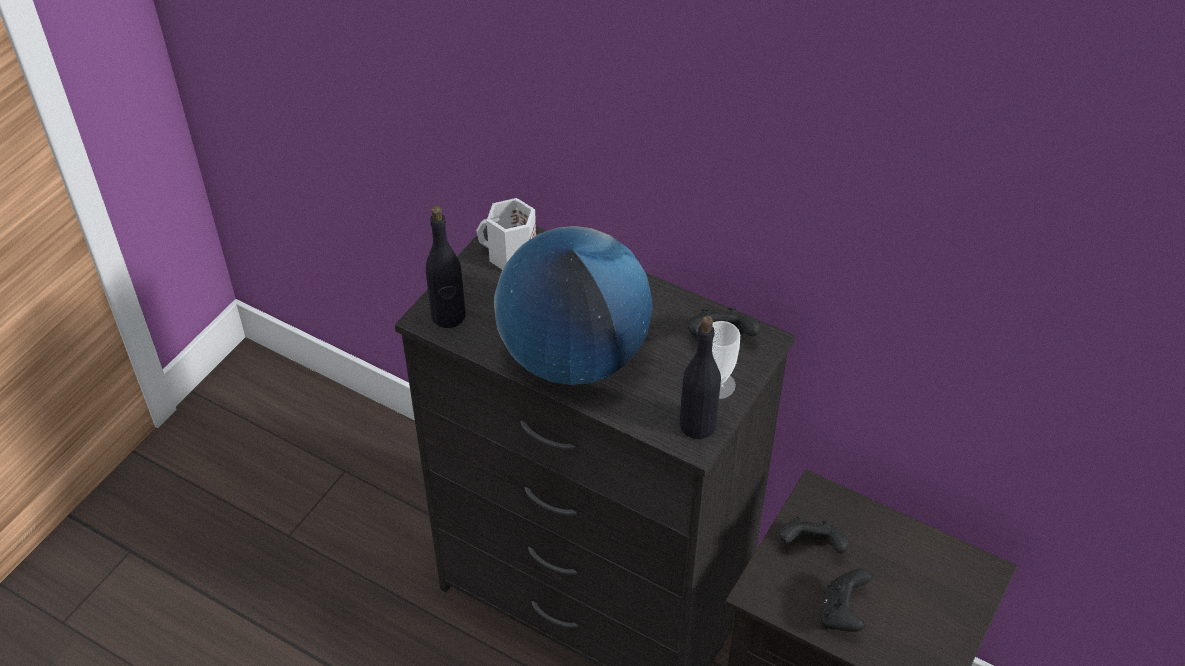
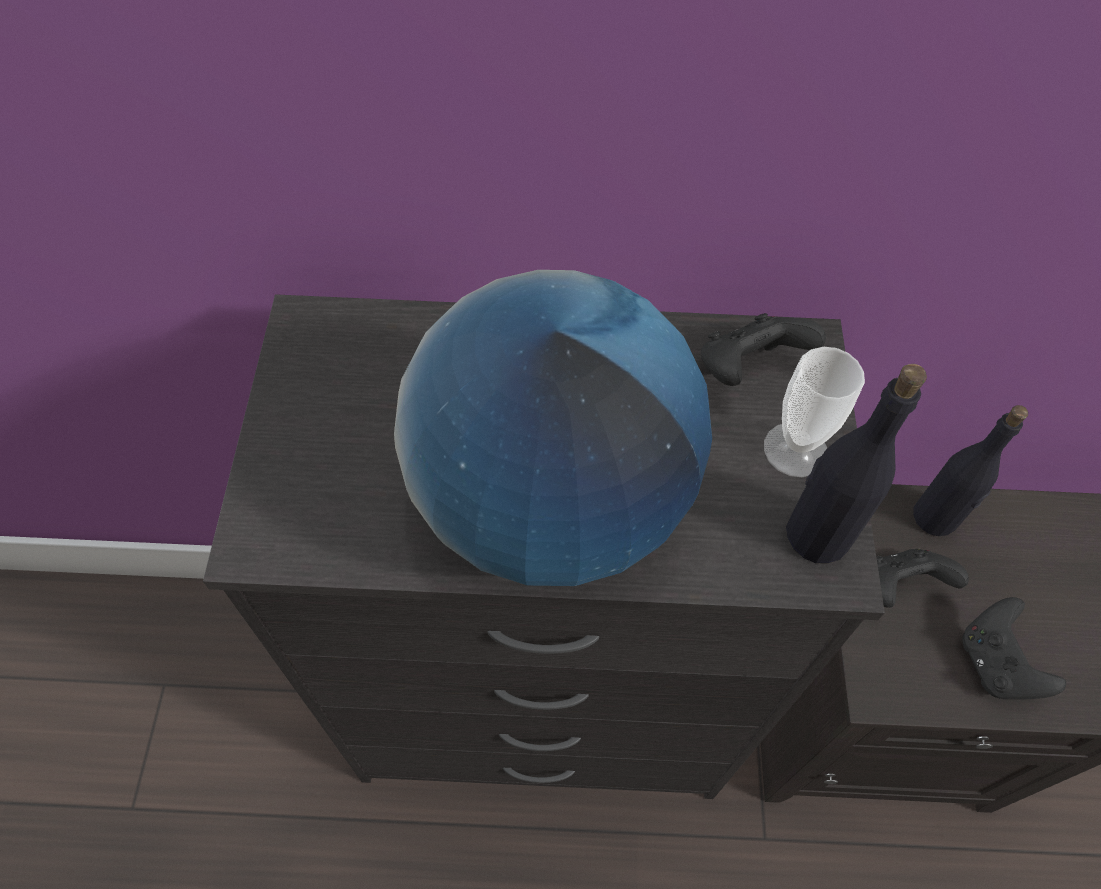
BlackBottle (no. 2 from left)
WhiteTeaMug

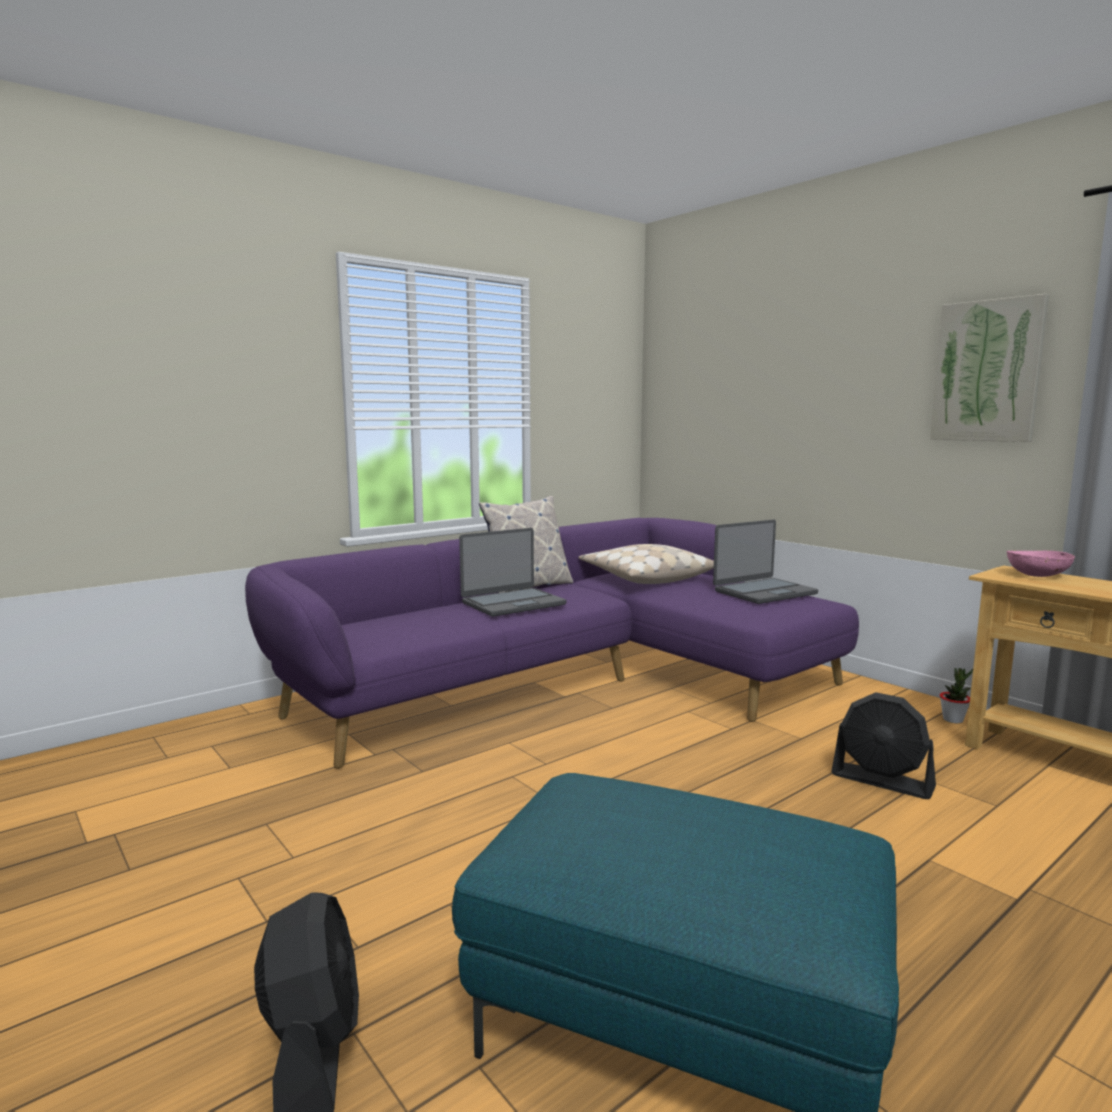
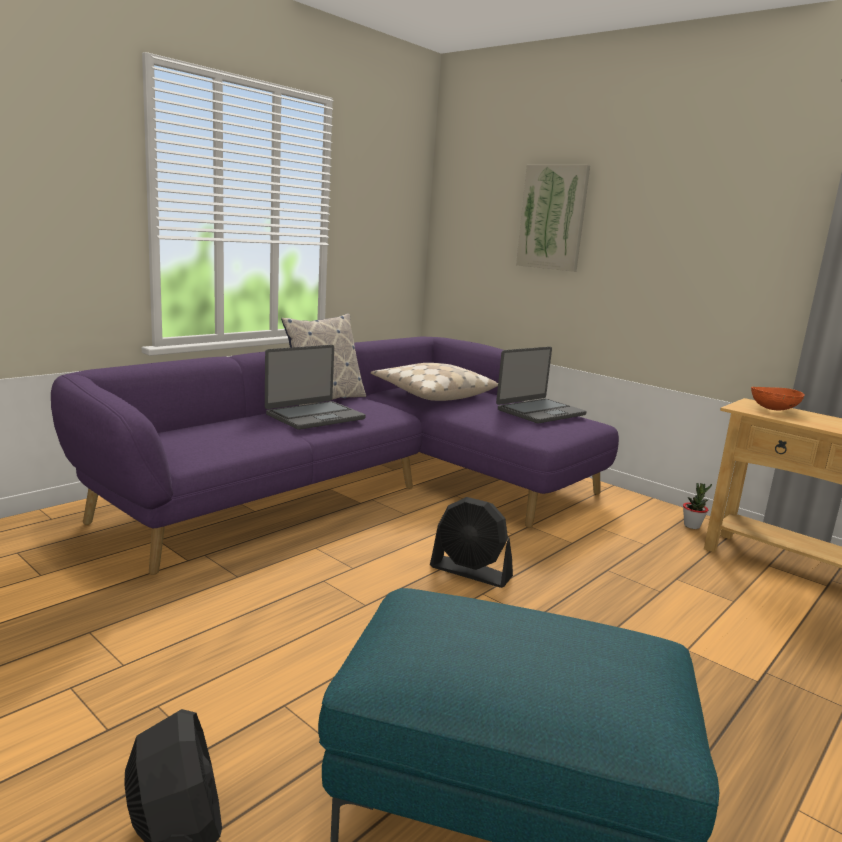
BlackCoolingFan (no. 2 from left)
WallPicture
OrangeColouredServingBowl

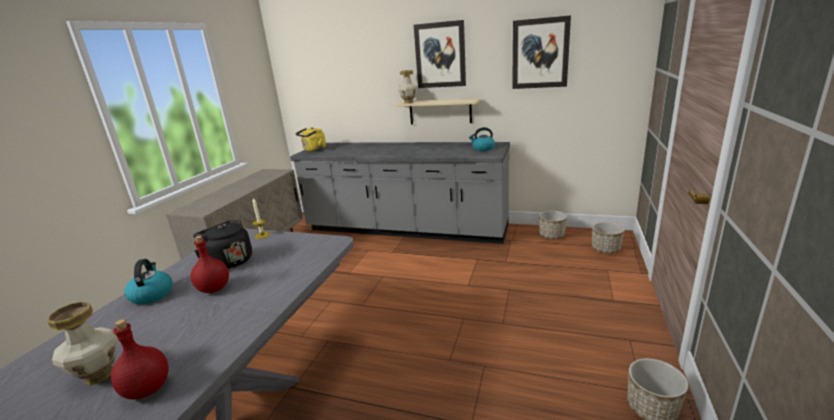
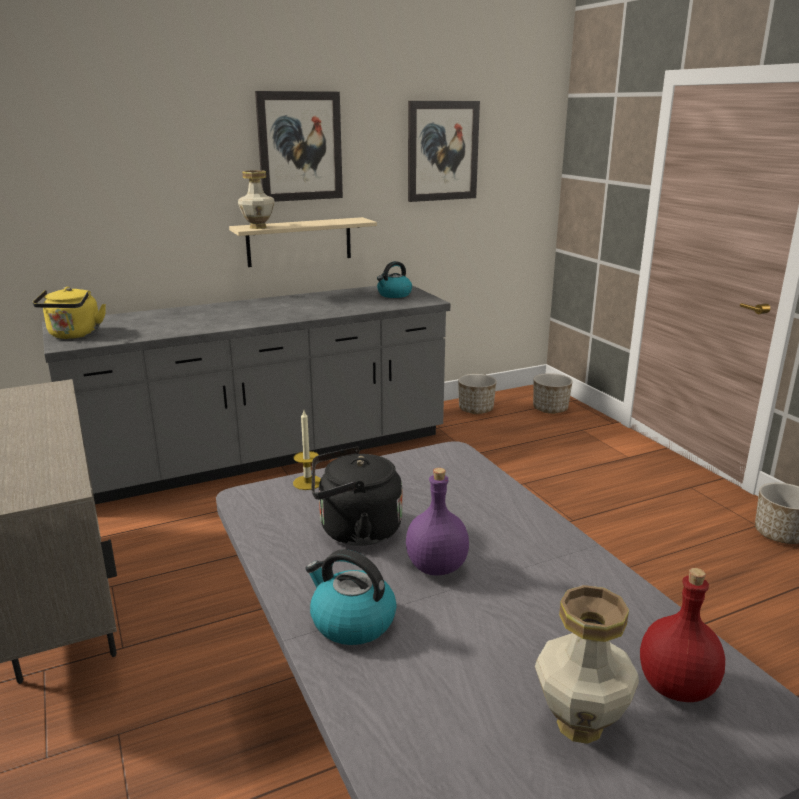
PurpleColouredBottle

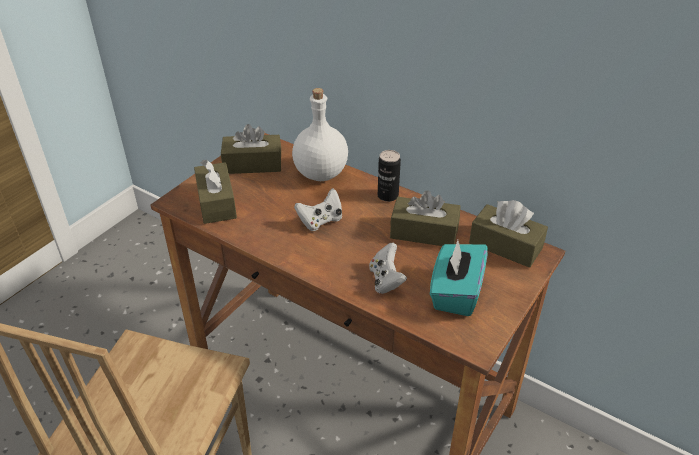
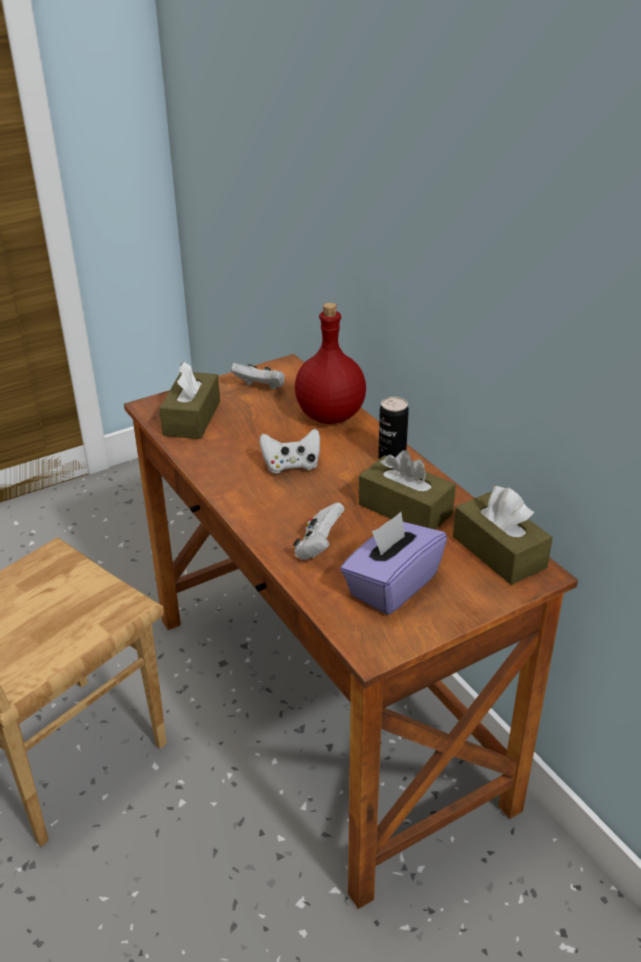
WhiteGamepad (no. 1 from left)
RedBottle
PurpleColouredTissueHolder

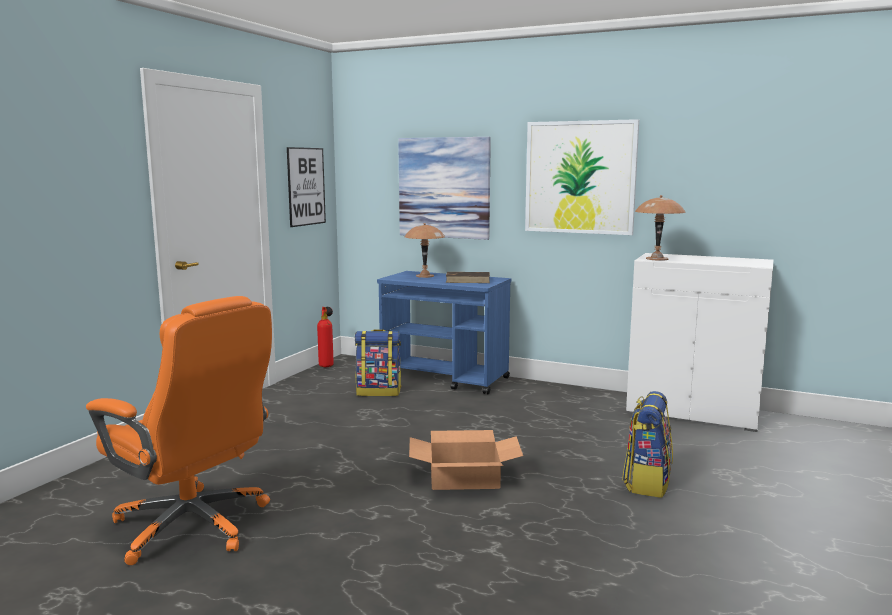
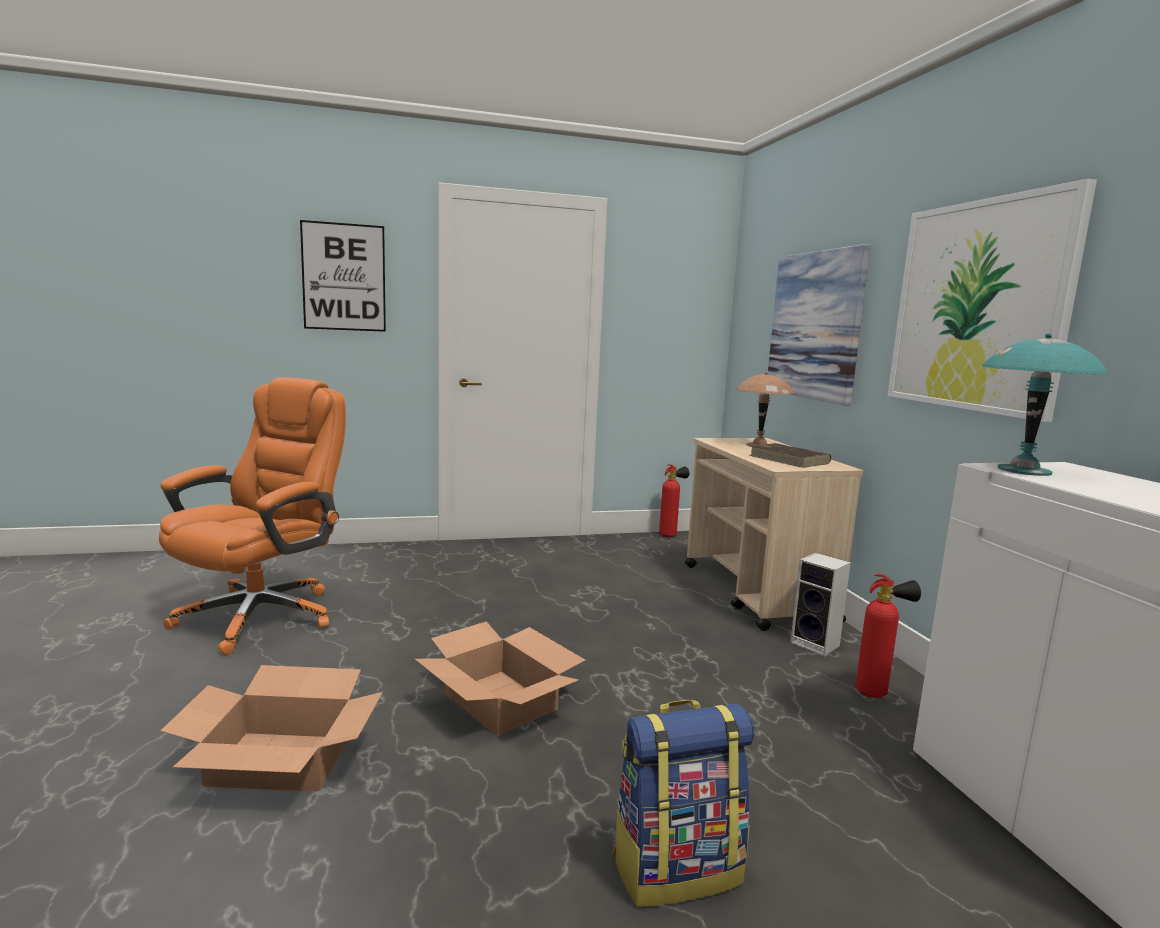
OrangeColouredOfficeChair
Carton (no. 1 from left)
WallPicture (no. 1 from left)
SandColouredTrolley
Speaker
FireExtinguisher (no. 2 from left)
TurquoiseColouredLampForATable
Backpack (no. 1 from left in the first image)

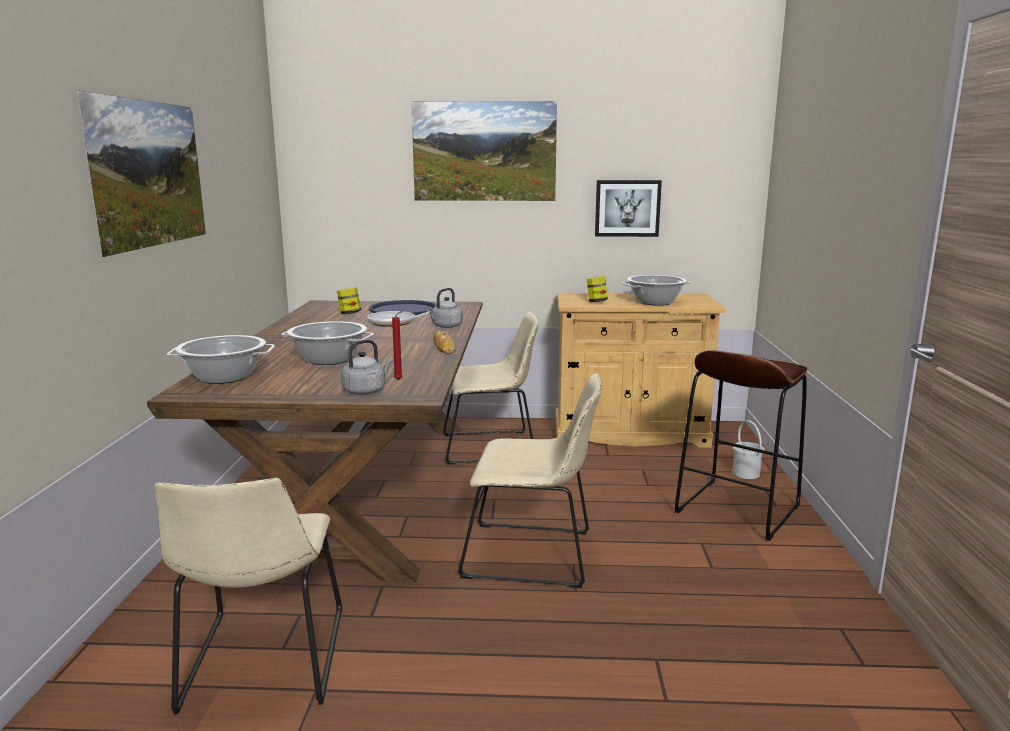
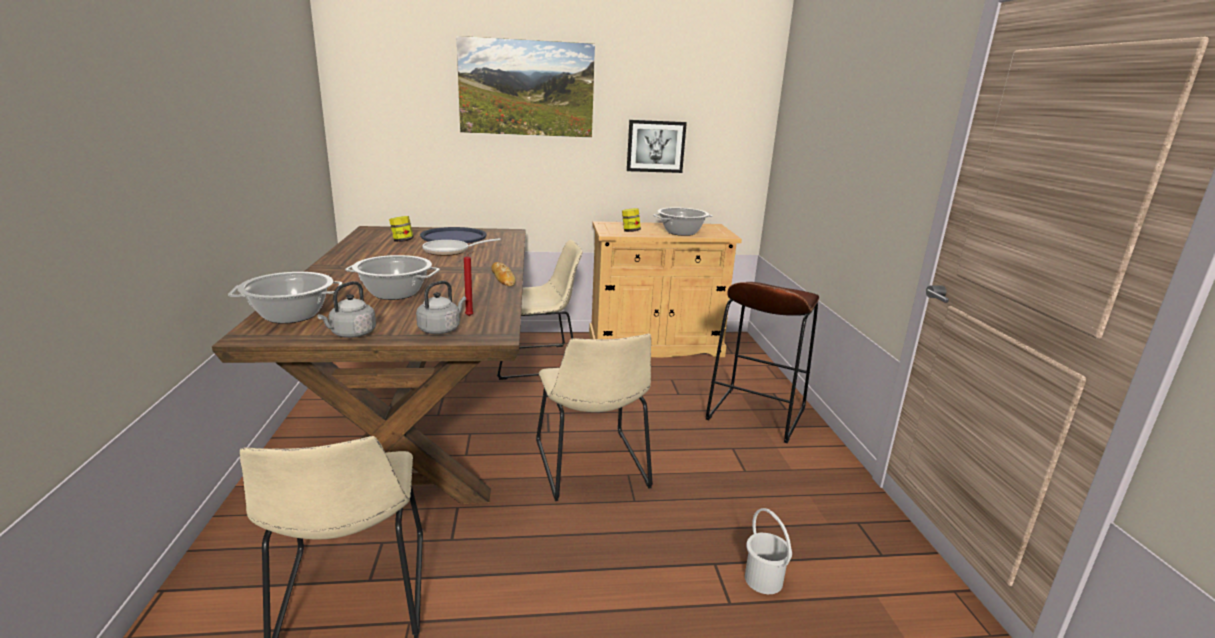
GreyKettle (no. 1 from left)
SandColouredUprightChair (no. 3 from left)
WhitePail
WallPicture (no. 1 from left in the first image)

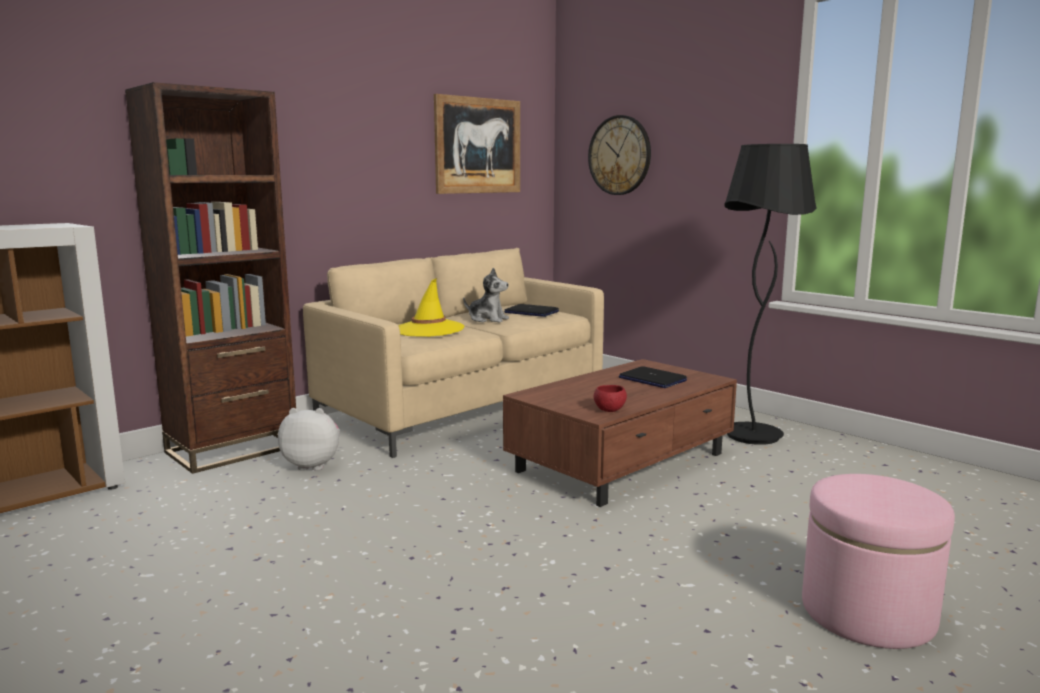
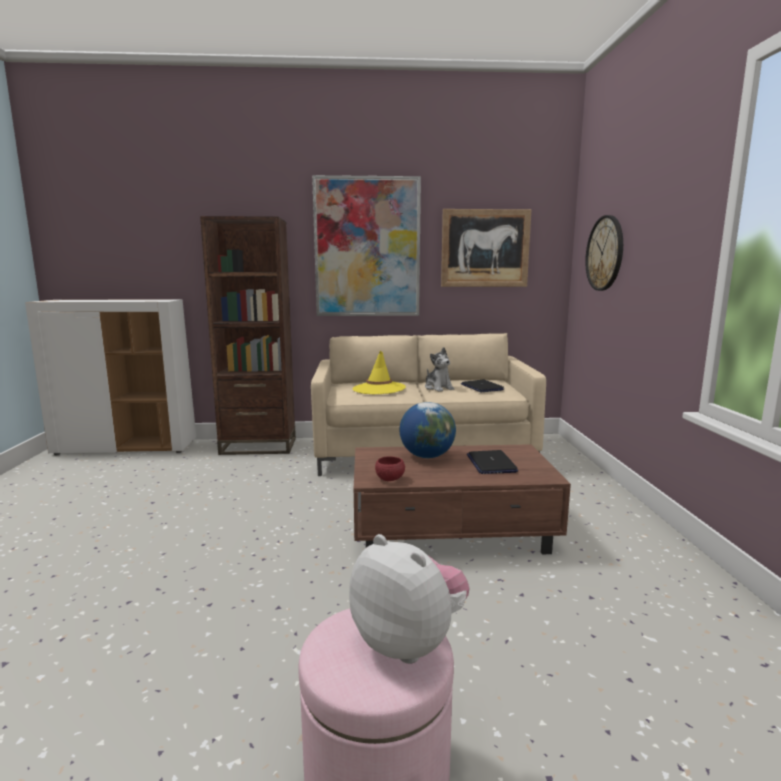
WallPicture (no. 1 from left)
PlushToy (no. 1 from left)
WorldGlobe
BlackFloorLamp

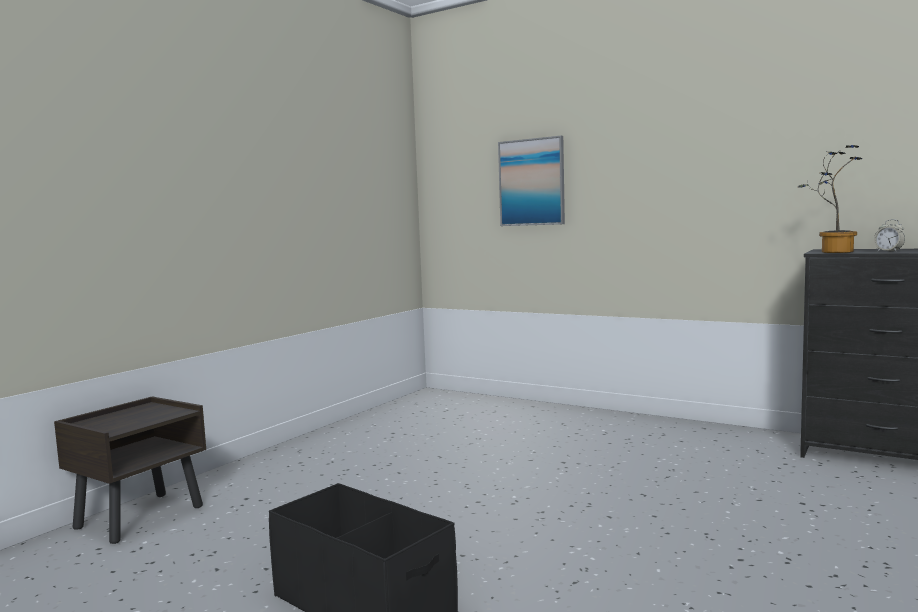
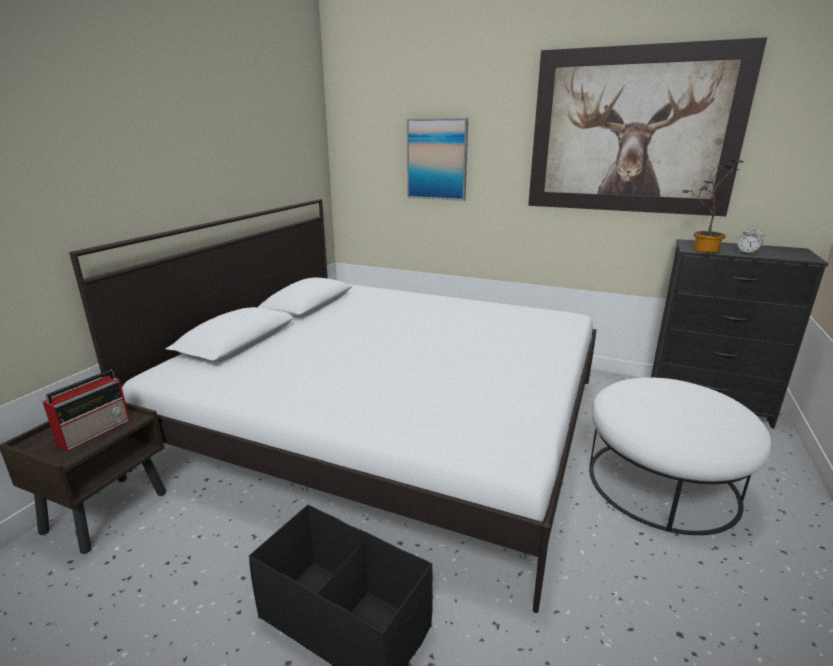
RadioReceiver
WhiteBed
WallPicture (no. 2 from left)
WhiteOttoman

